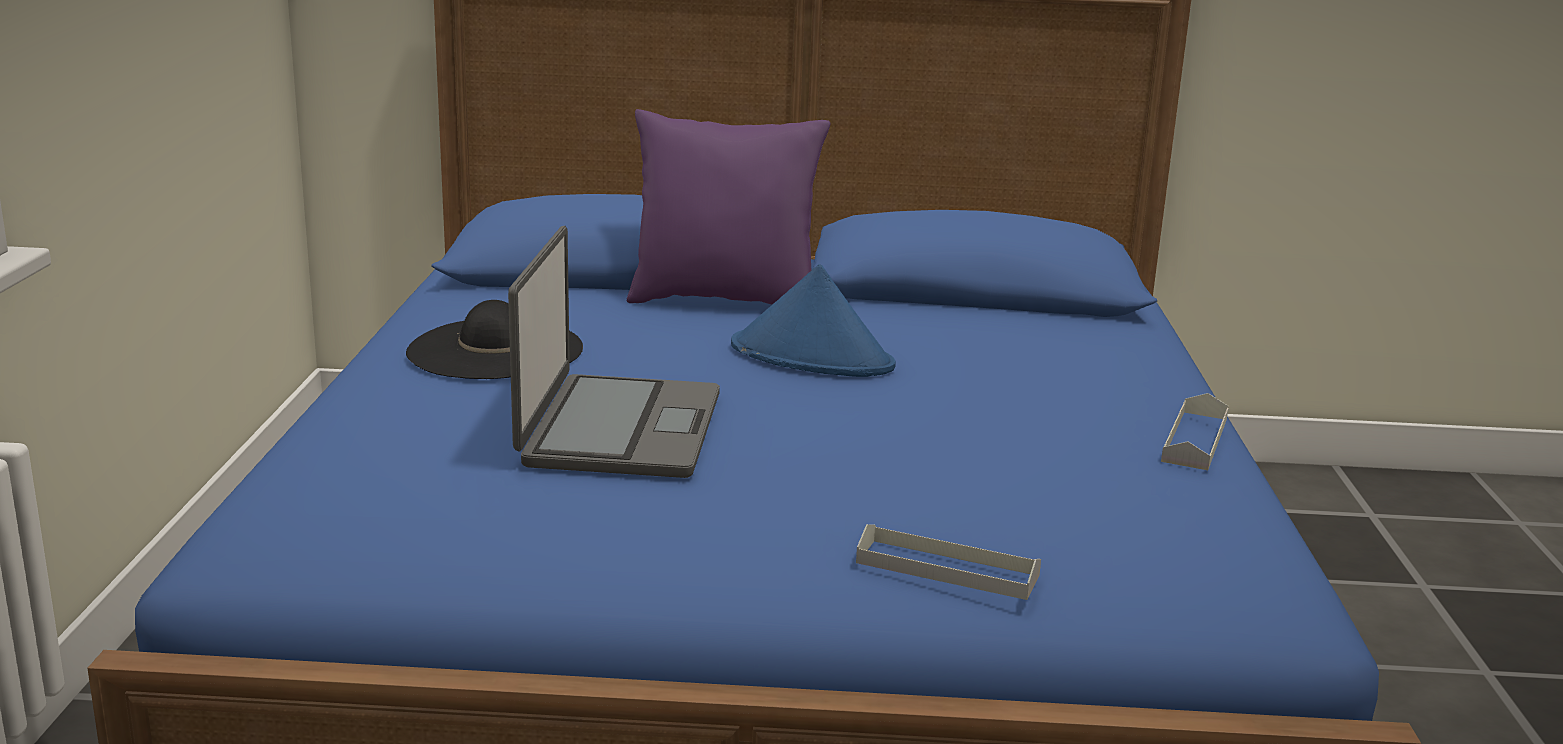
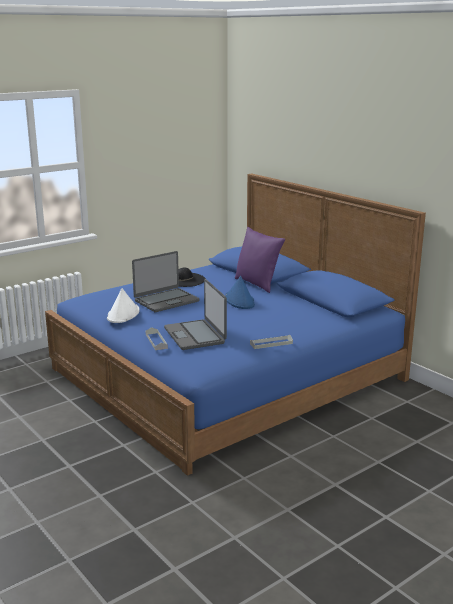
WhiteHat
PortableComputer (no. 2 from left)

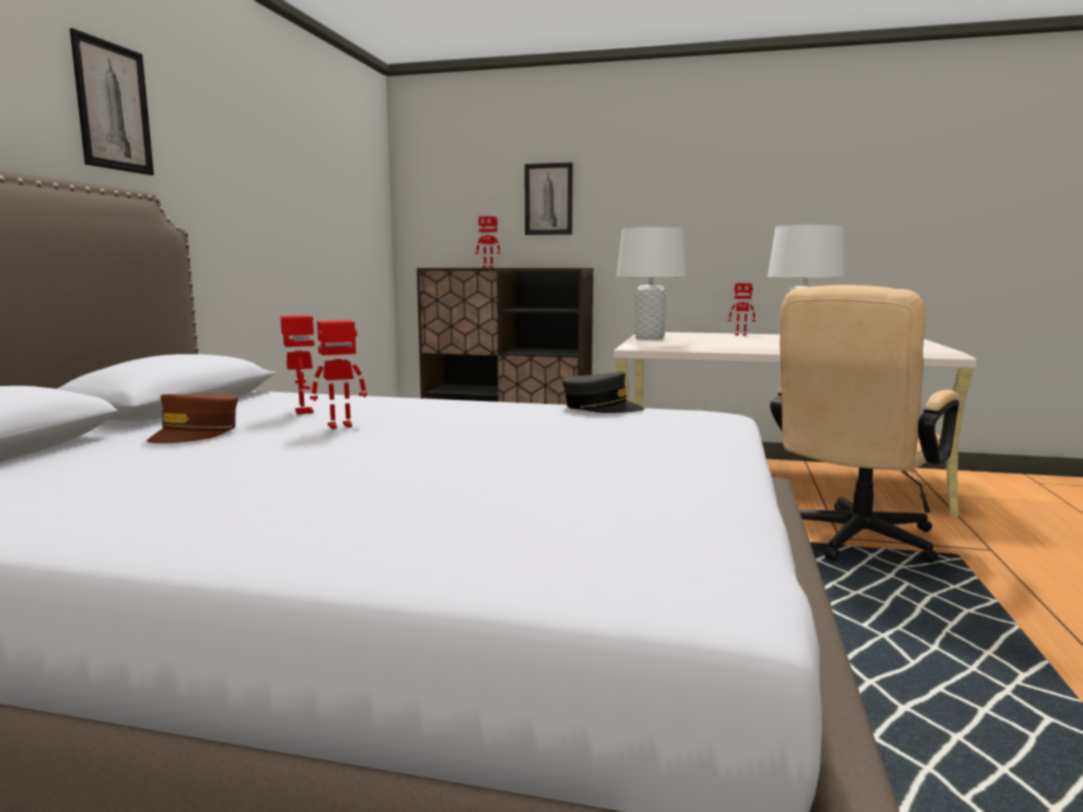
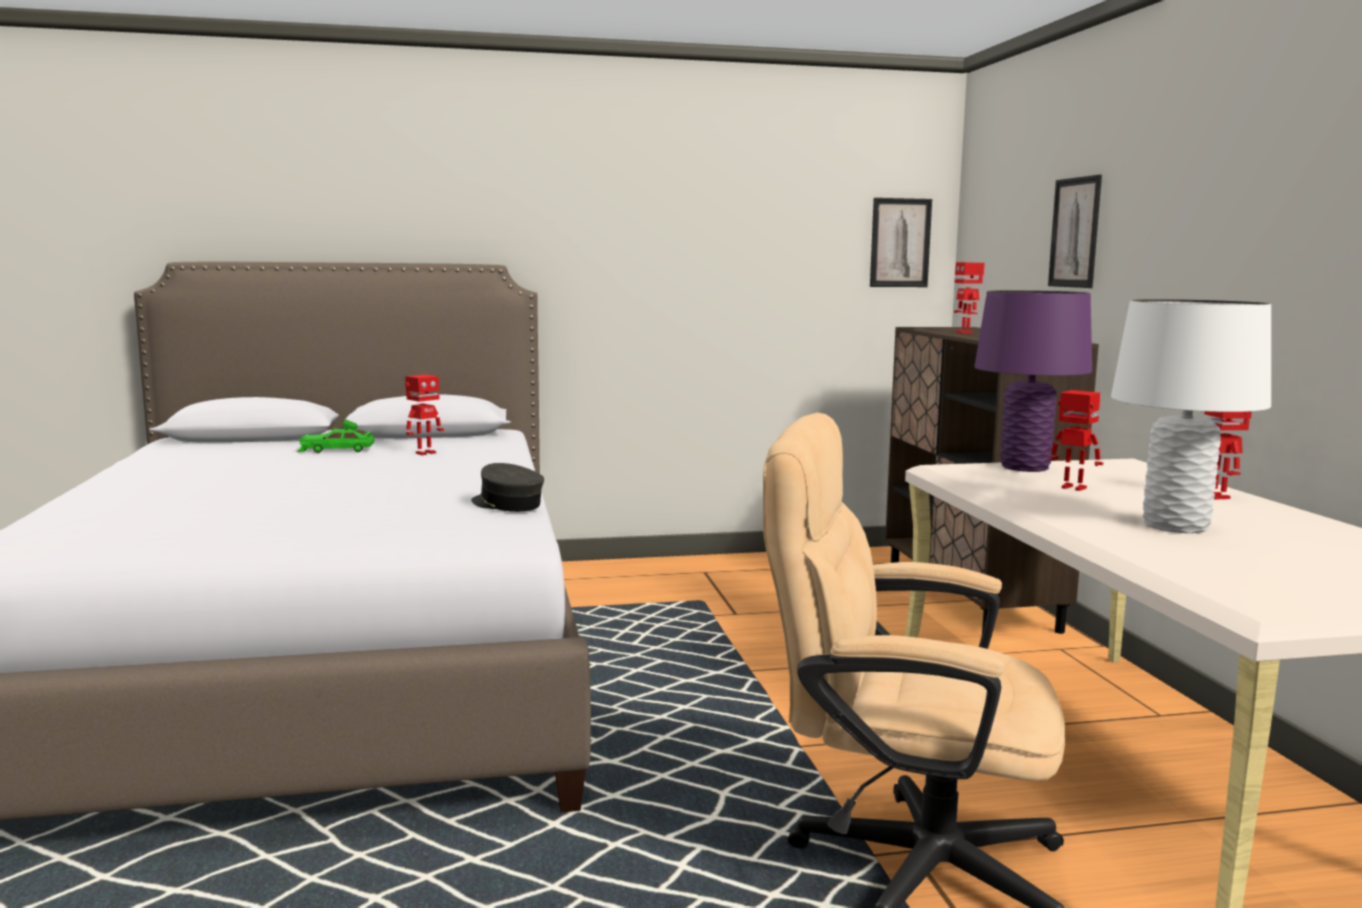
GreenishToyCar
GreyPeakedCap
WallPicture (no. 1 from left)
PurpleColouredLampForATable
ToyRobot (no. 3 from left)

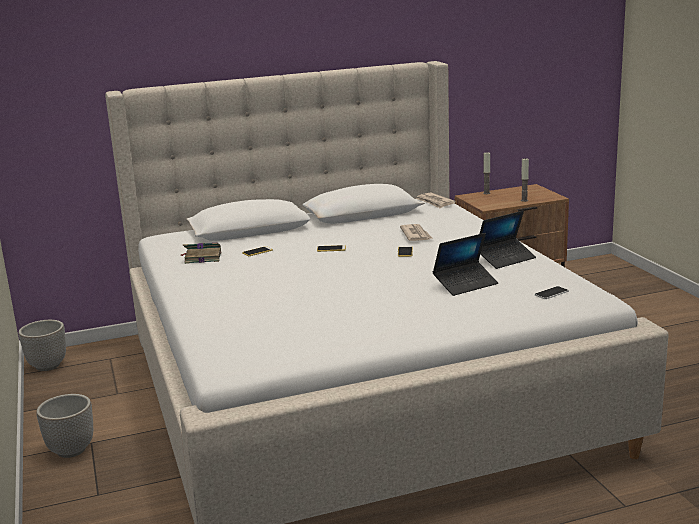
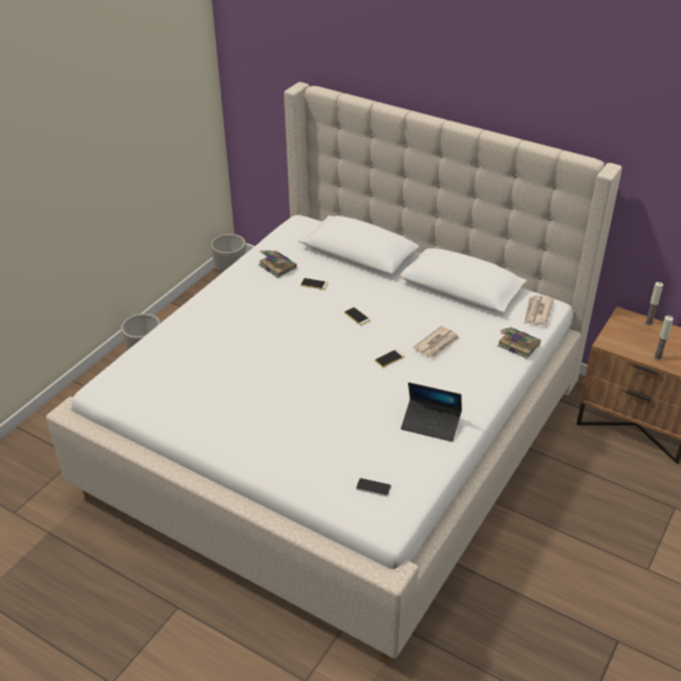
BoundBook (no. 2 from left)
PortableComputer (no. 1 from left in the first image)

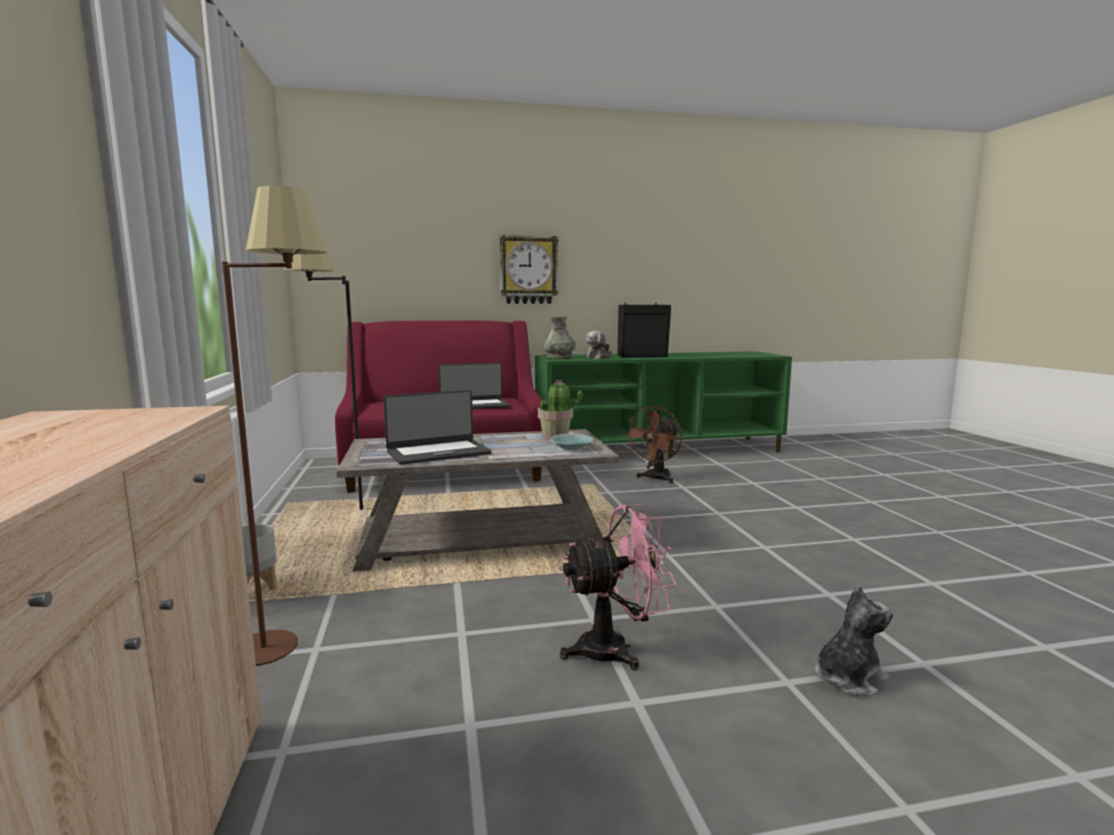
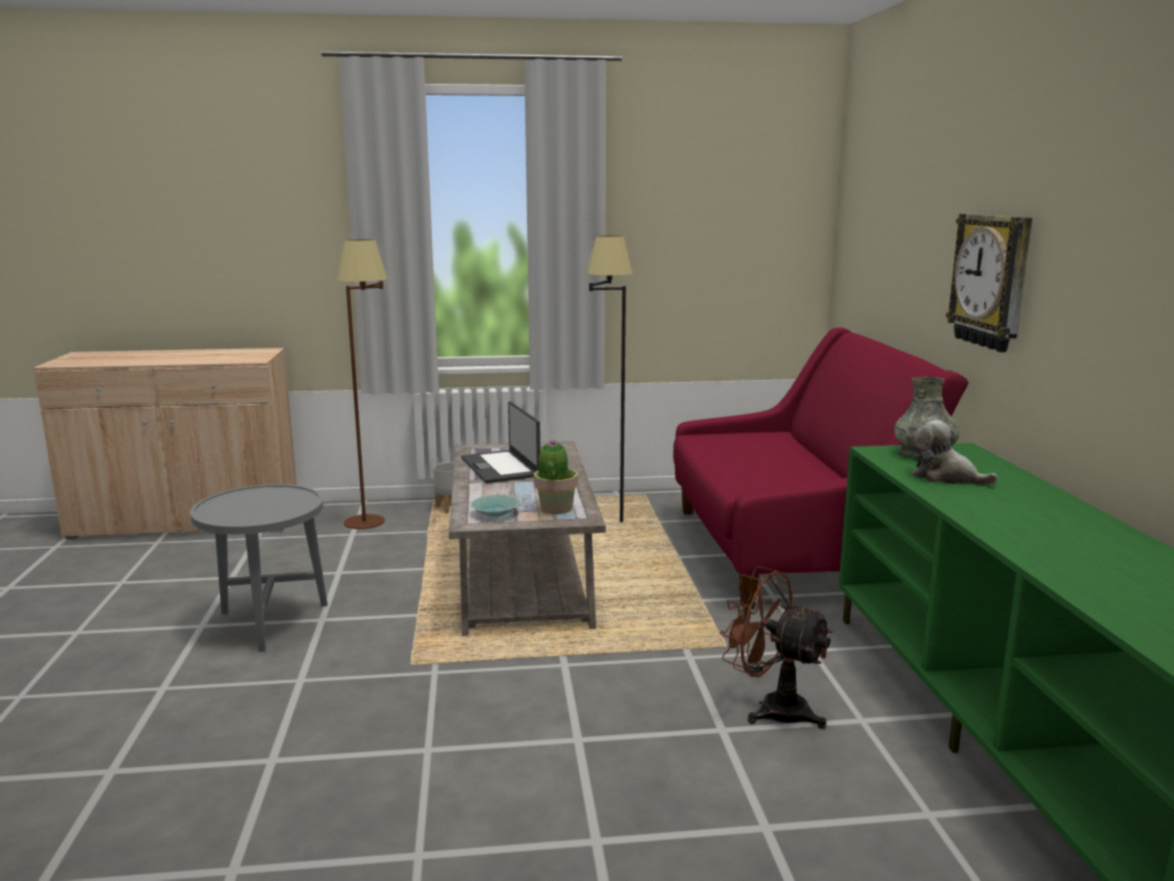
GreyAccentTable
PortableComputer (no. 2 from left in the first image)
BlackSpeaker
PlushToy (no. 2 from left in the first image)

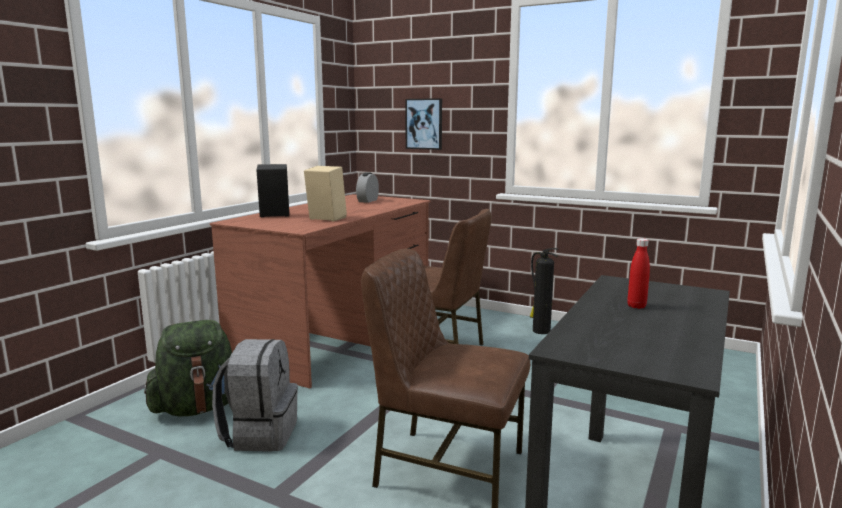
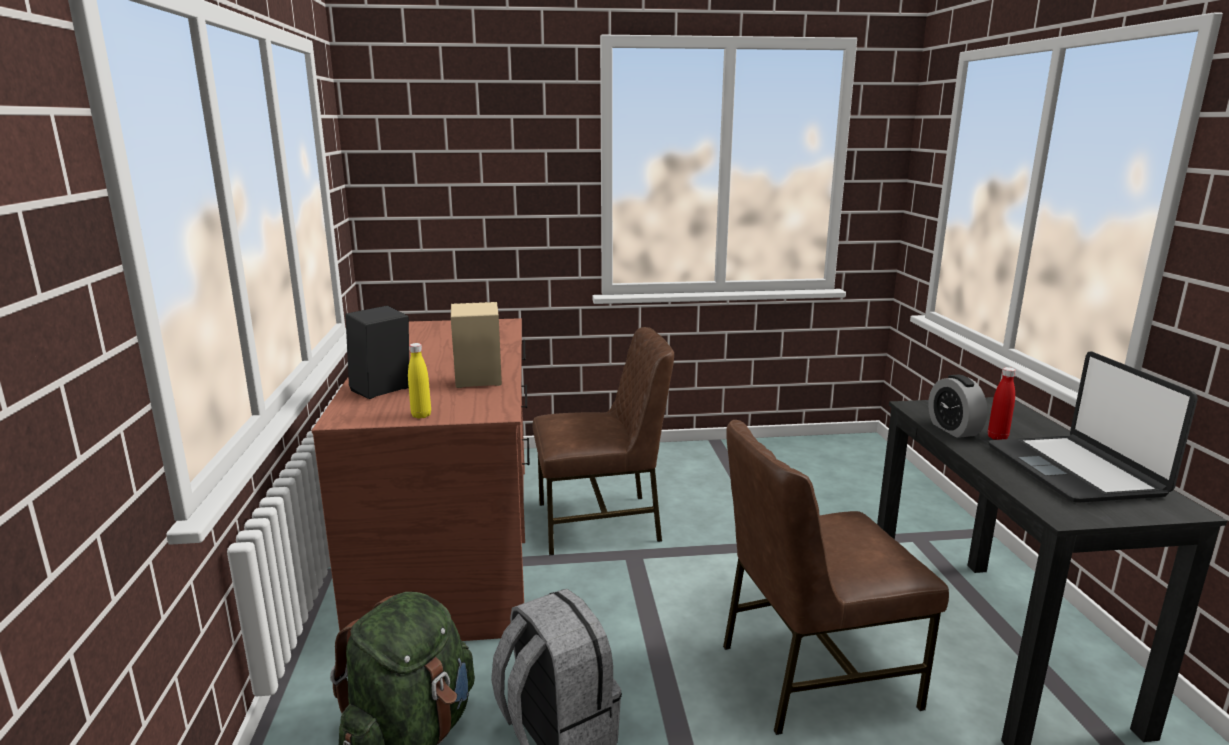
YellowishBottle
AlarmClock
PortableComputer
WallPicture
FireExtinguisher

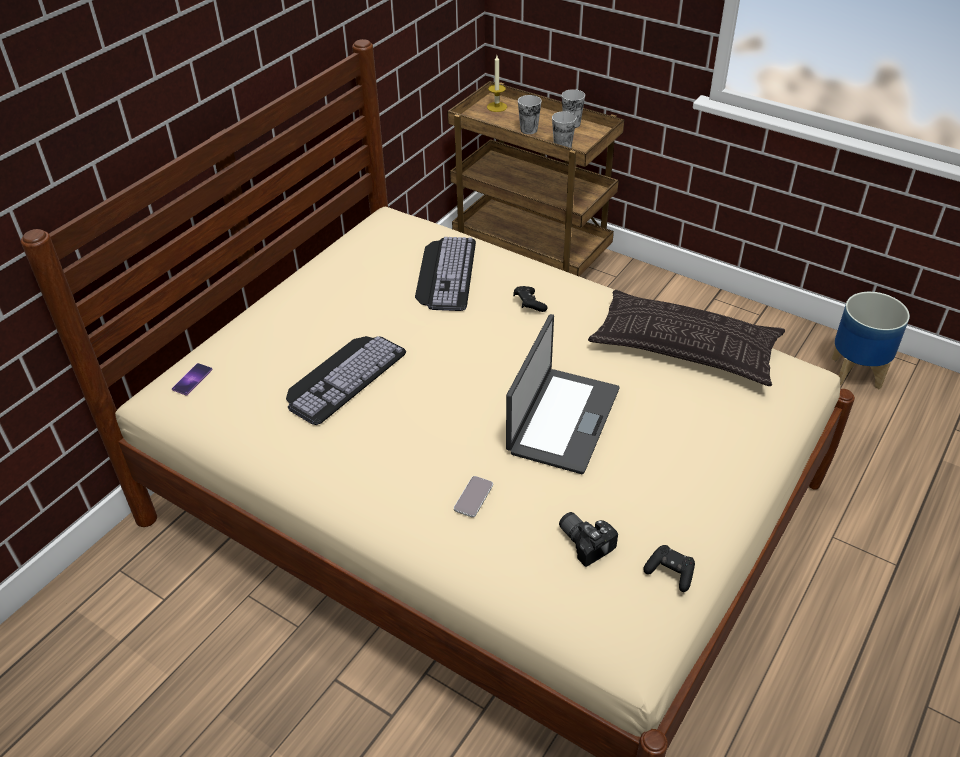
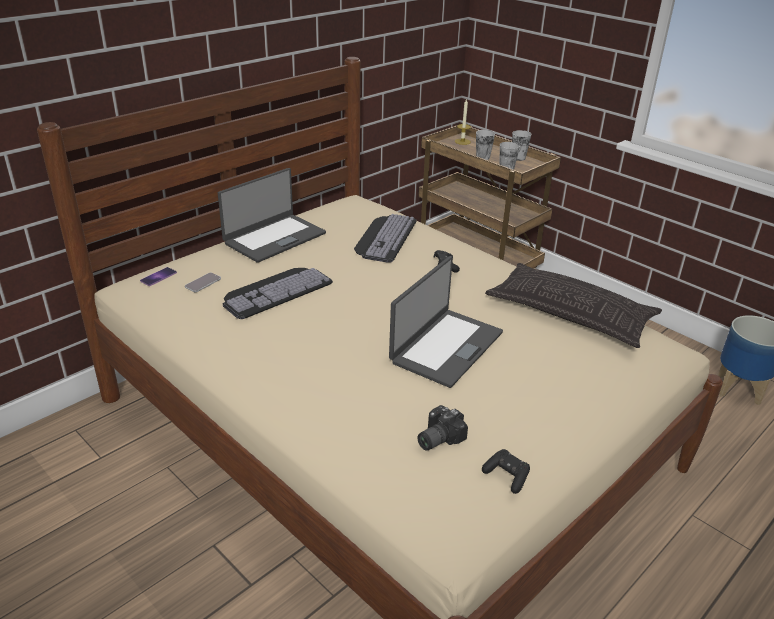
Telephone (no. 2 from left)
PortableComputer (no. 1 from left)
StillCamera

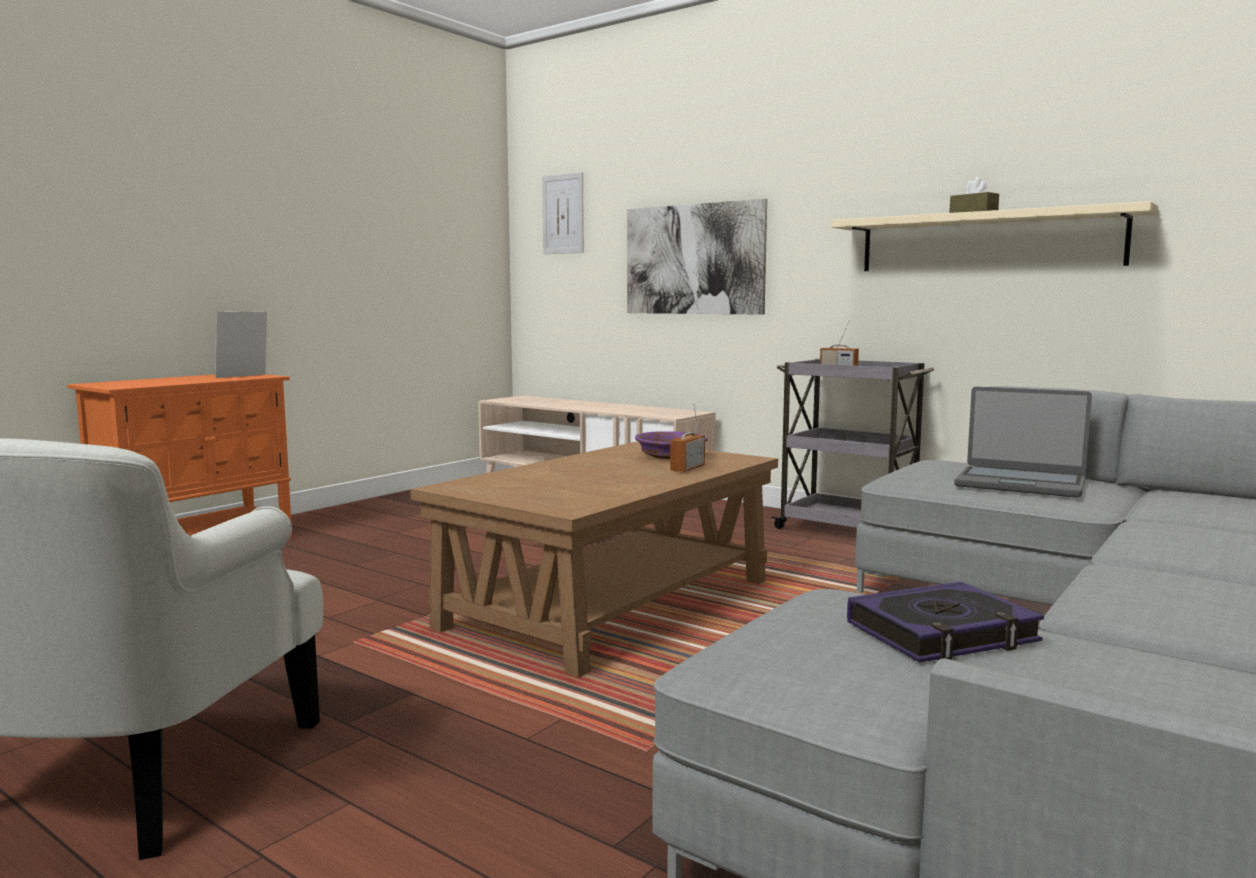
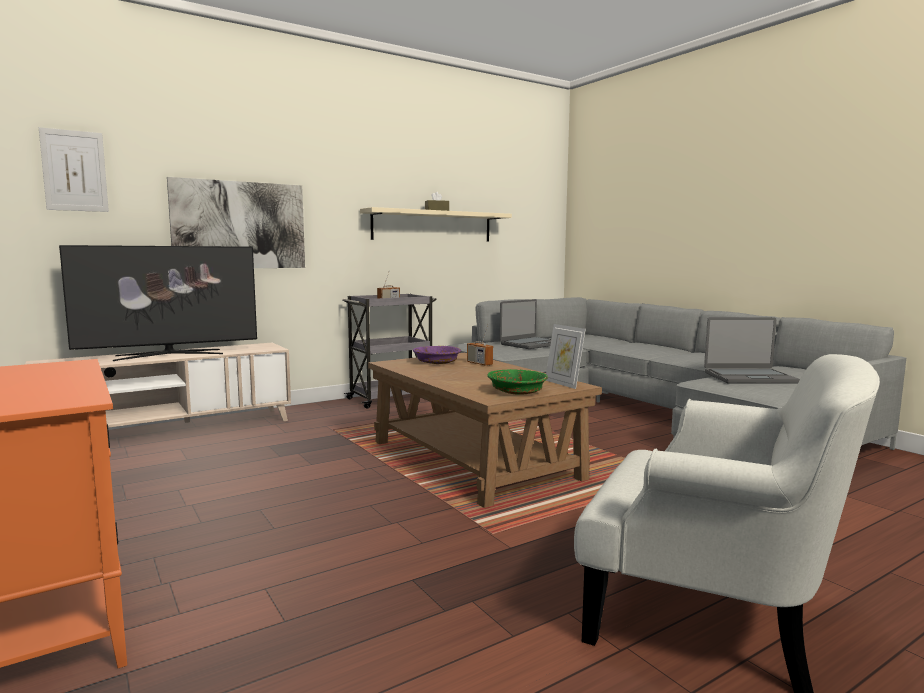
Tv
GreenishServingBowl
PictureFrame
PortableComputer (no. 2 from left)

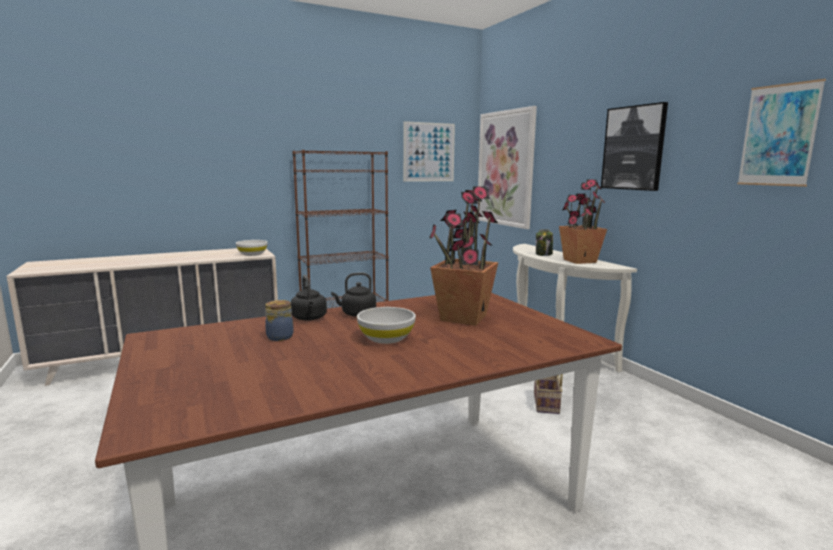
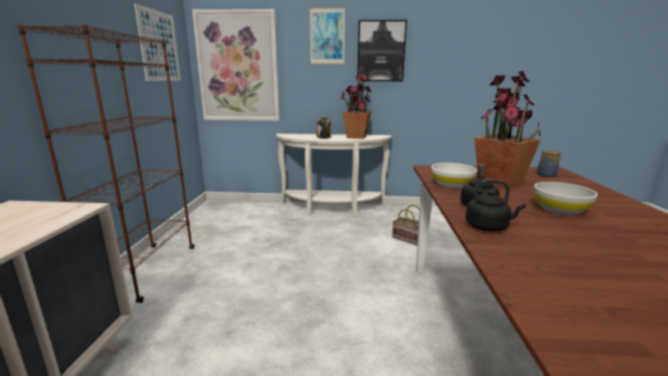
WallPicture (no. 3 from left)
WhiteServingBowl (no. 1 from left)
PreserveJar (no. 2 from left)

